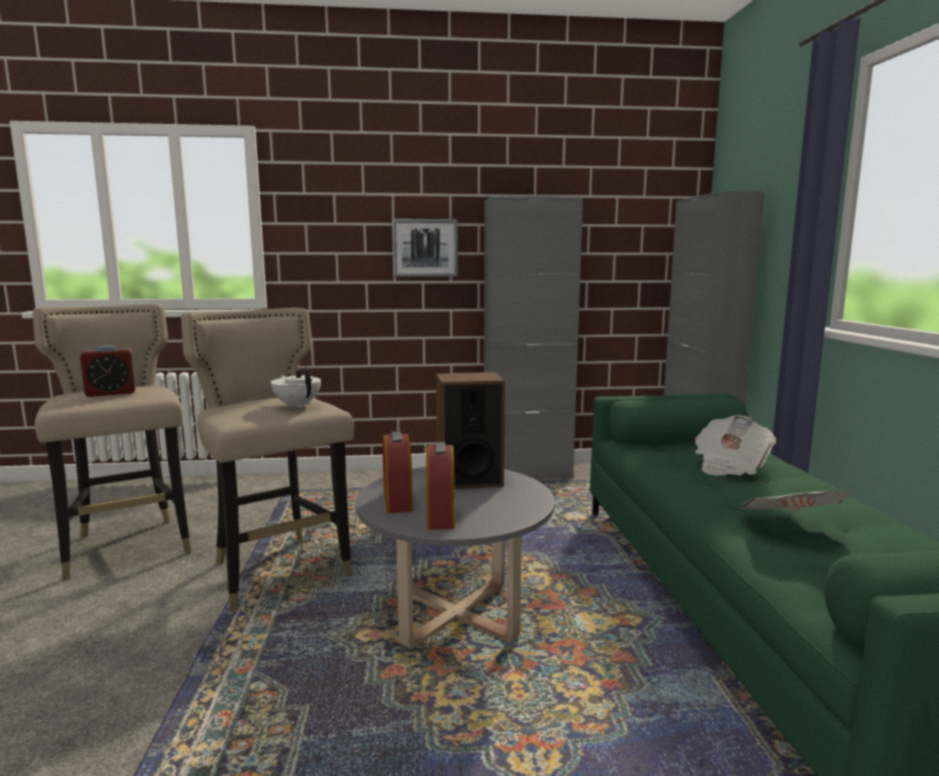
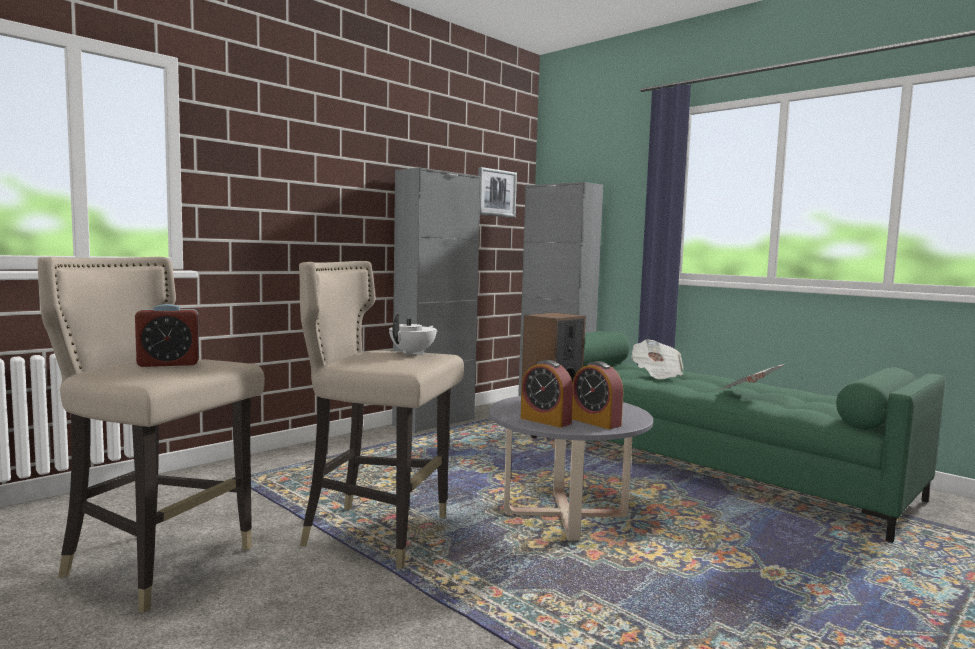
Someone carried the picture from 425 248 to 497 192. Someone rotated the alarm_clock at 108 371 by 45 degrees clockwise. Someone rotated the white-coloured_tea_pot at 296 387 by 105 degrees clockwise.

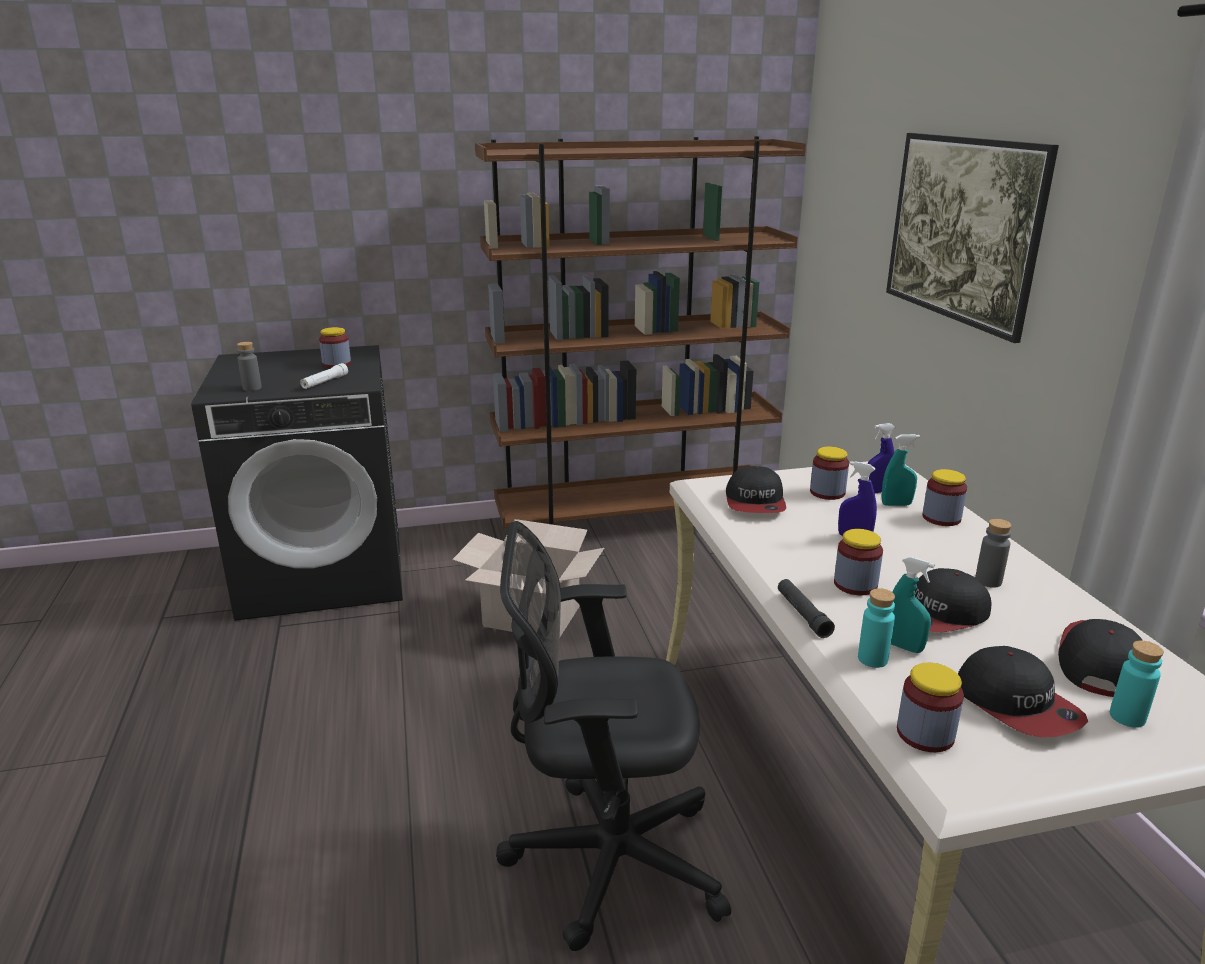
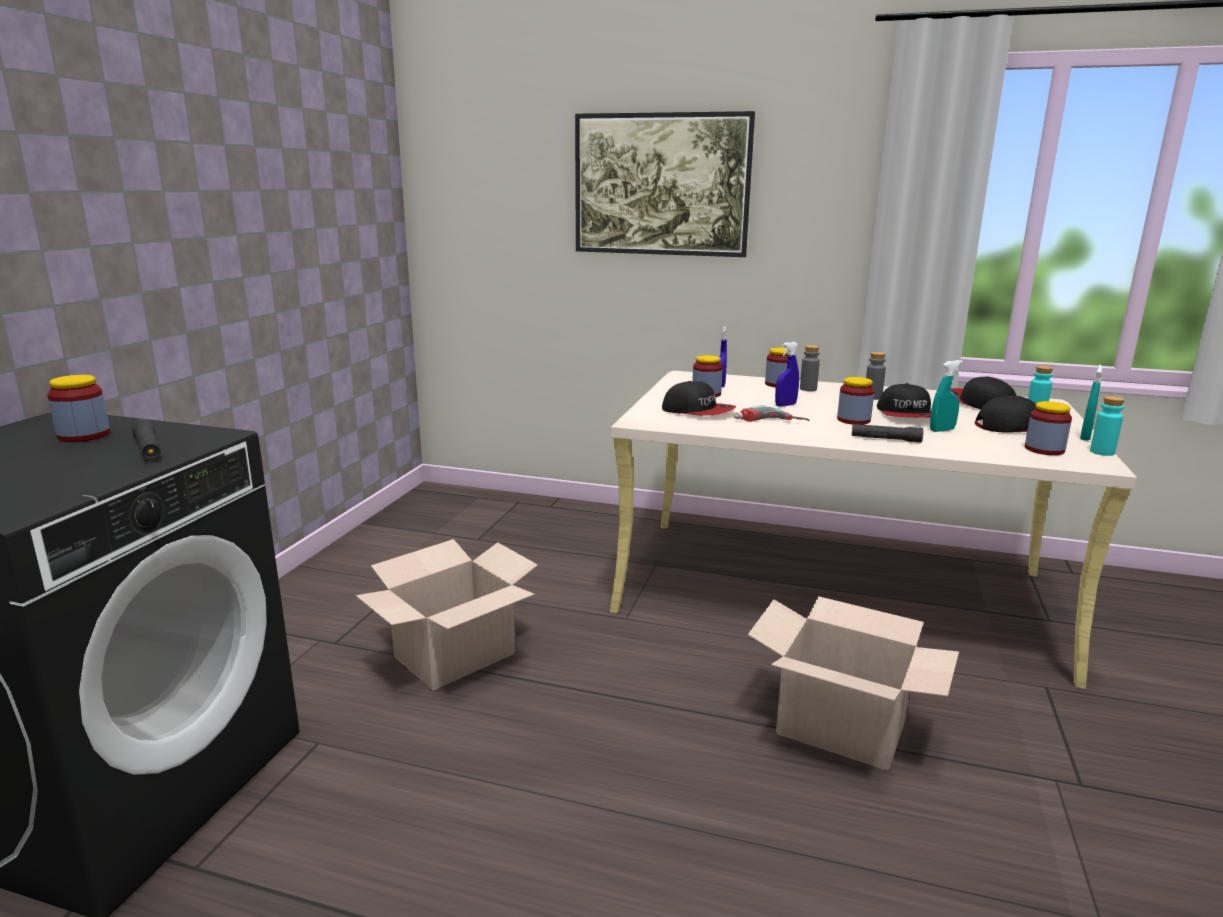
Someone took away the brown_bookshelf at 640 332. Someone carried the greyish_beverage_bottle from 249 366 to 810 368. Someone repainted the white-coloured_torch at 324 376, which became the black_torch at 146 439. Someone carried the blue-green_hand_sprayer from 901 470 to 1091 403. Someone swapped the black_computer_chair at 613 736 for the cardboard_box at 853 683. Someone carried the blue-green_beverage_bottle from 876 628 to 1107 426. Someone put down the electric_drill at 771 413.

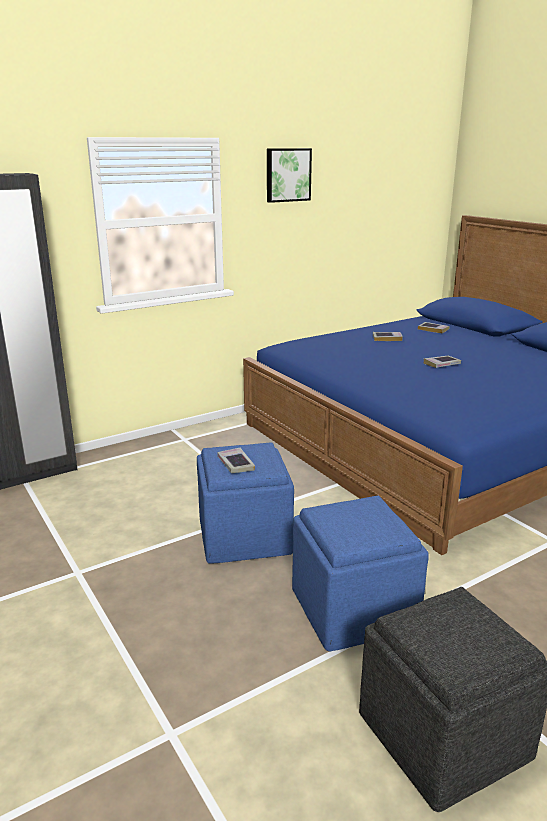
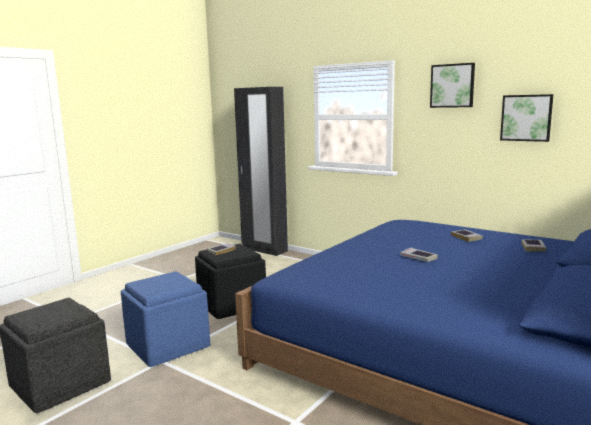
Someone repainted the blue_ottoman at 245 503, which became the black_ottoman at 230 281. Someone put up the picture at 527 118.

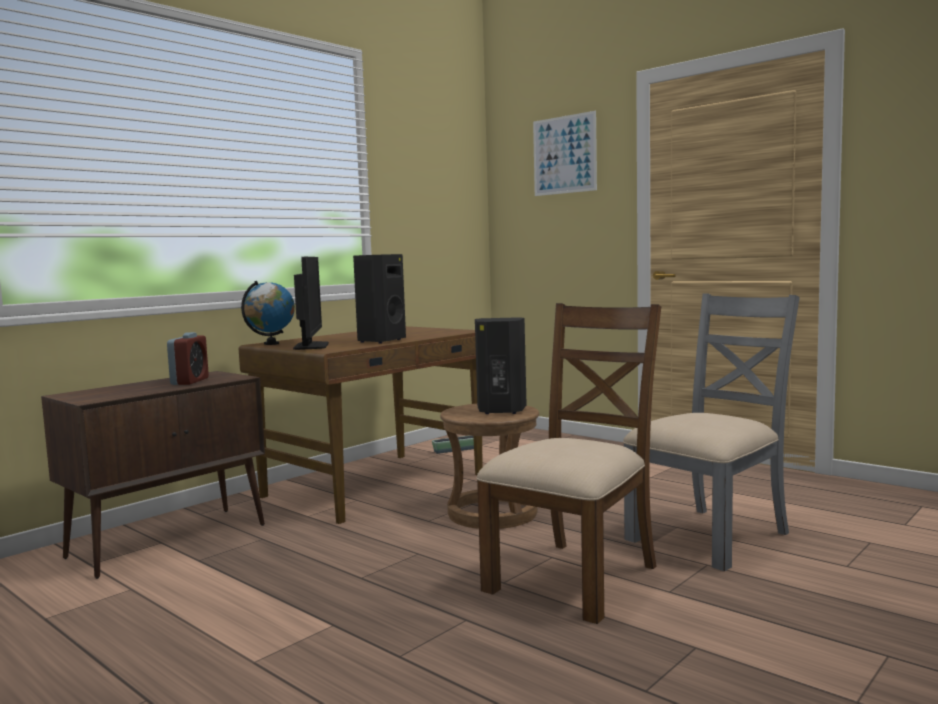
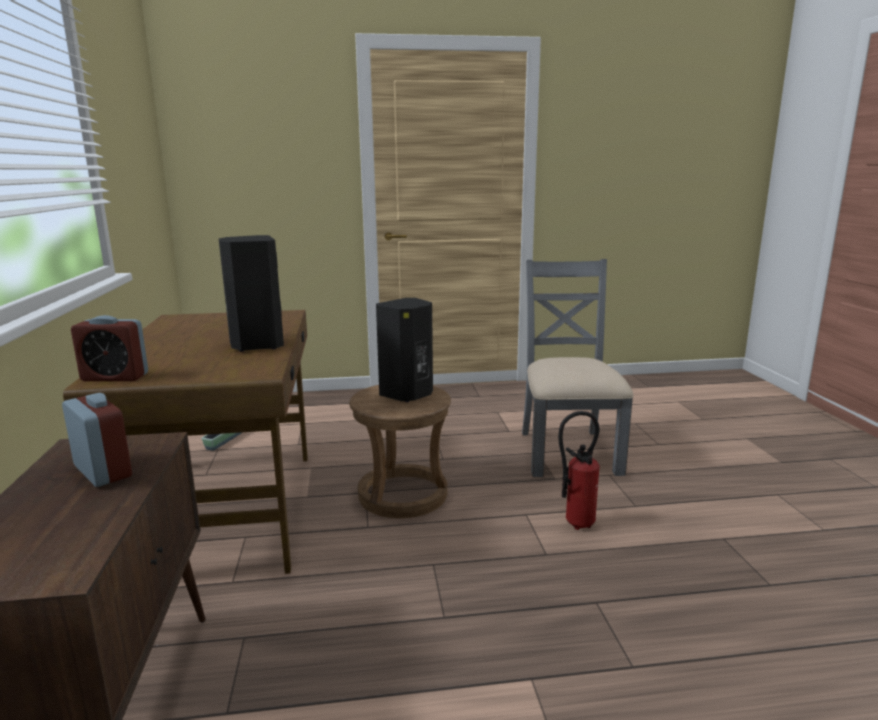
Someone took away the picture at 565 153. Someone took away the monitor at 311 303. Someone swapped the world_globe at 268 313 for the alarm_clock at 109 348. Someone swapped the brown_upright_chair at 569 463 for the extinguisher at 579 470.

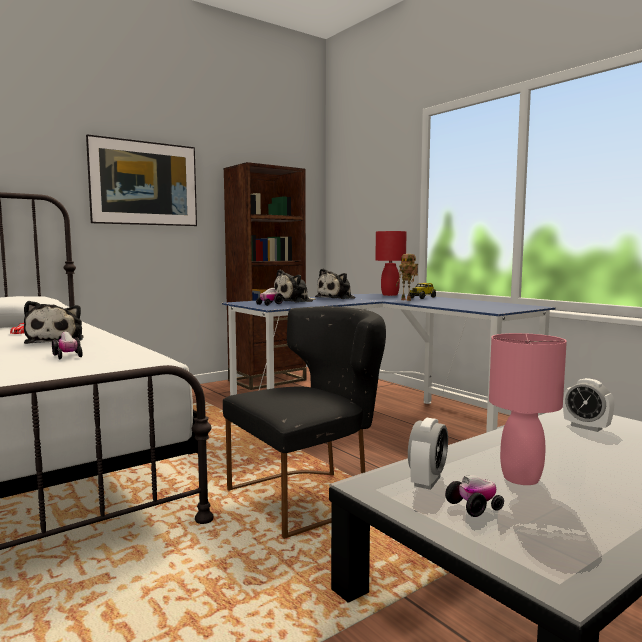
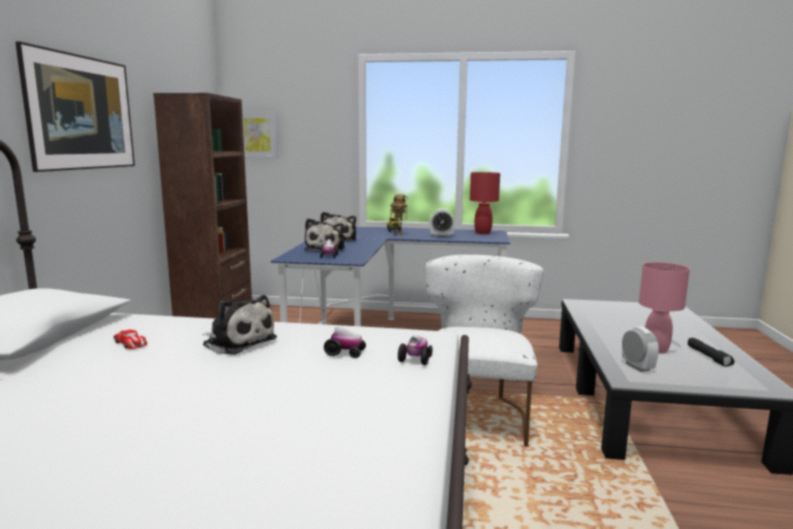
Someone carried the red_tabletop_lamp from 391 263 to 485 203. Someone repainted the black_upright_chair at 304 422, which became the white-coloured_upright_chair at 484 351. Someone carried the alarm_clock from 588 405 to 442 223. Someone carried the model_car from 474 496 to 415 350. Someone put up the picture at 260 134. Someone put down the black_torch at 711 352.

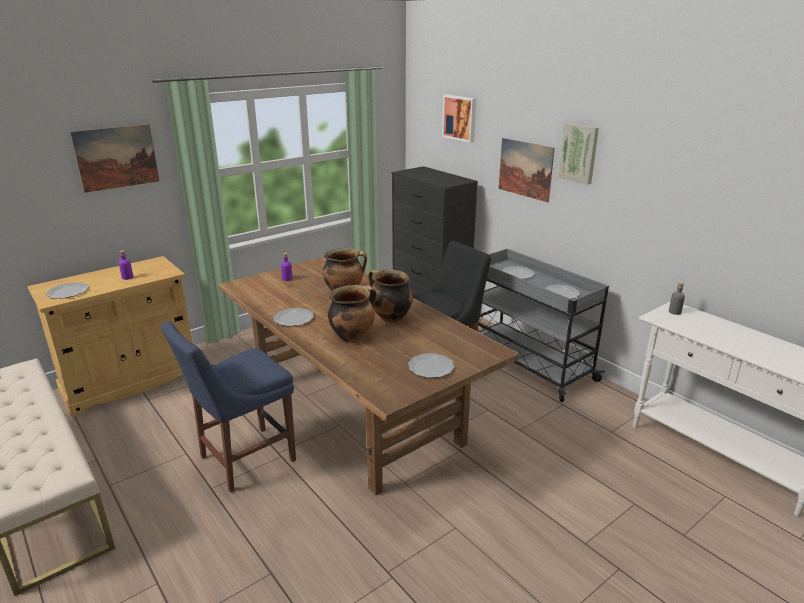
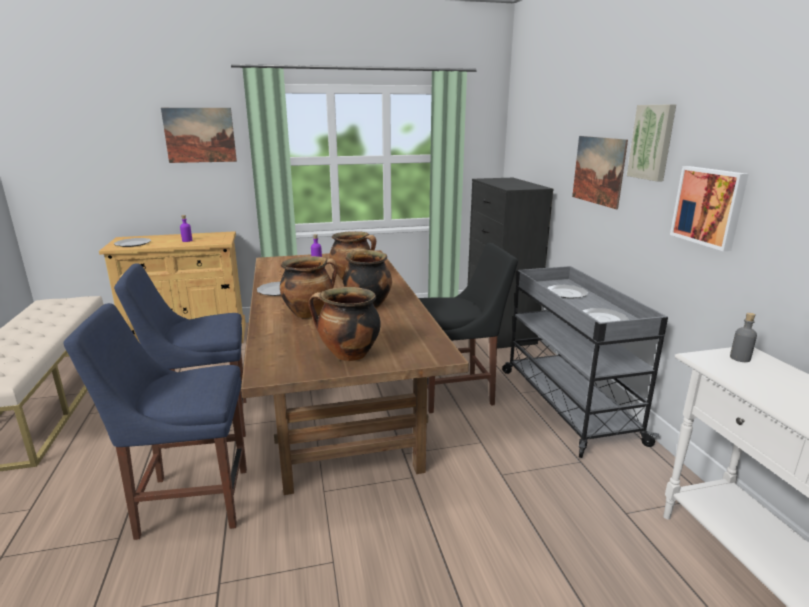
Someone carried the picture from 459 119 to 709 208. Someone swapped the dinner_plate at 431 365 for the cooking_pot at 344 324. Someone put down the blue_upright_chair at 155 421.

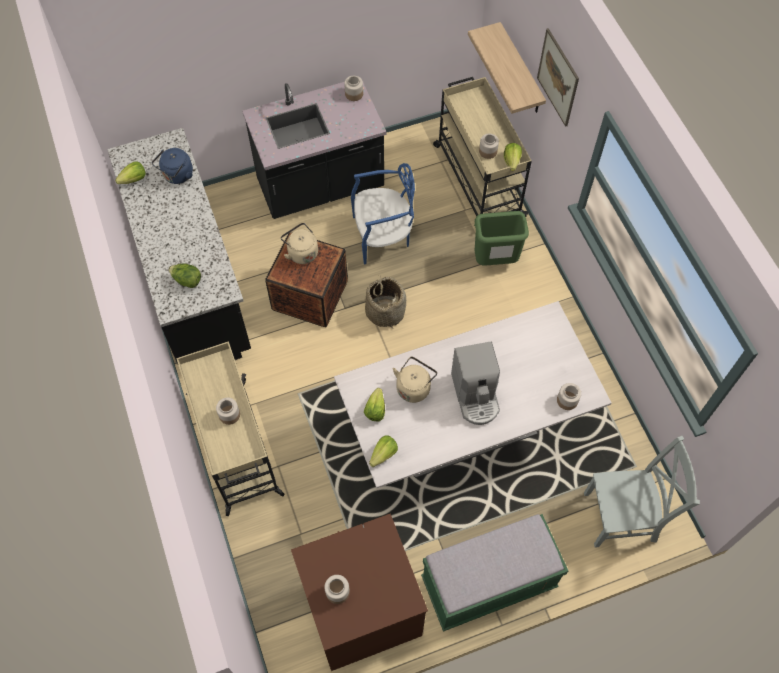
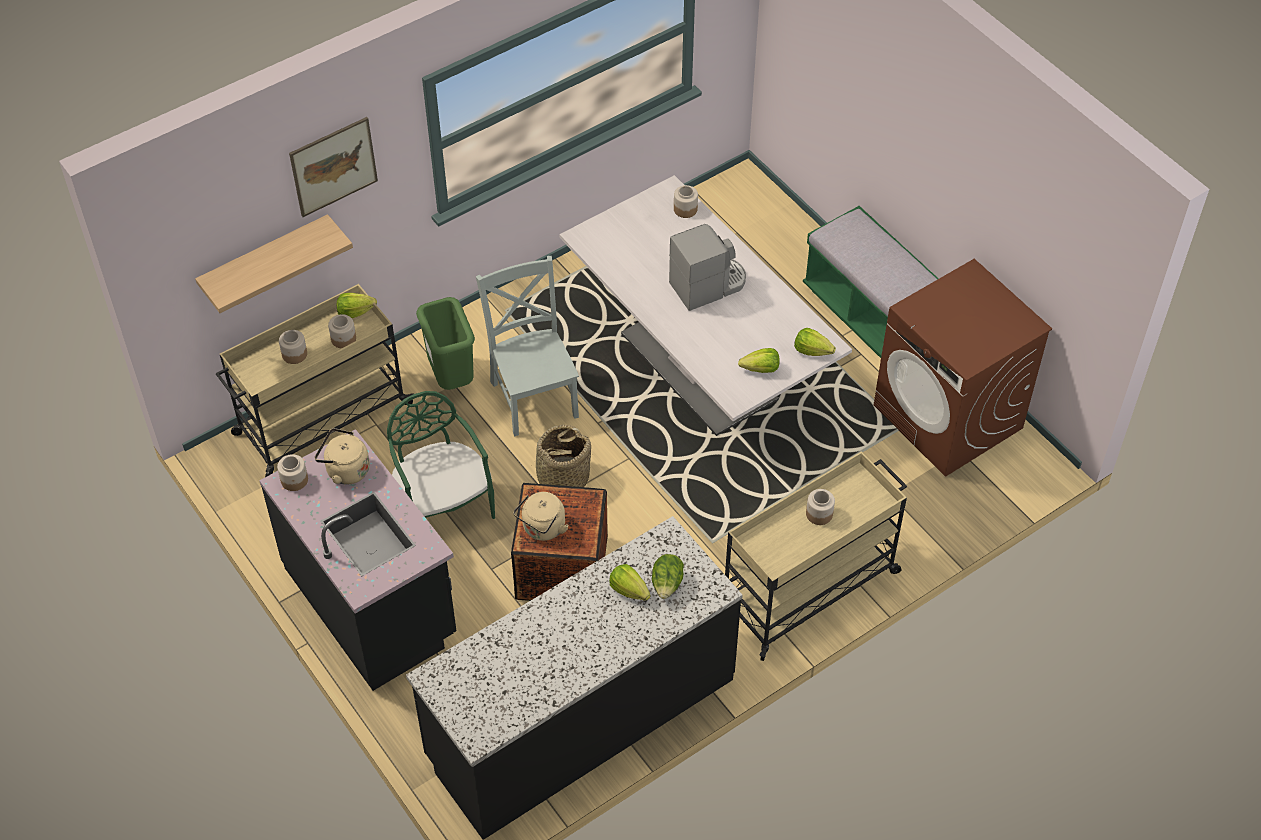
Someone took away the blue_tea_kettle at 172 166. Someone carried the lettuce_head from 130 172 to 630 582. Someone repainted the blue_upright_chair at 383 213, which became the green_upright_chair at 441 455. Someone carried the sand-coloured_tea_kettle from 415 380 to 342 456. Someone carried the greyish_upright_chair from 642 492 to 527 346. Someone carried the jar from 337 589 to 293 347.

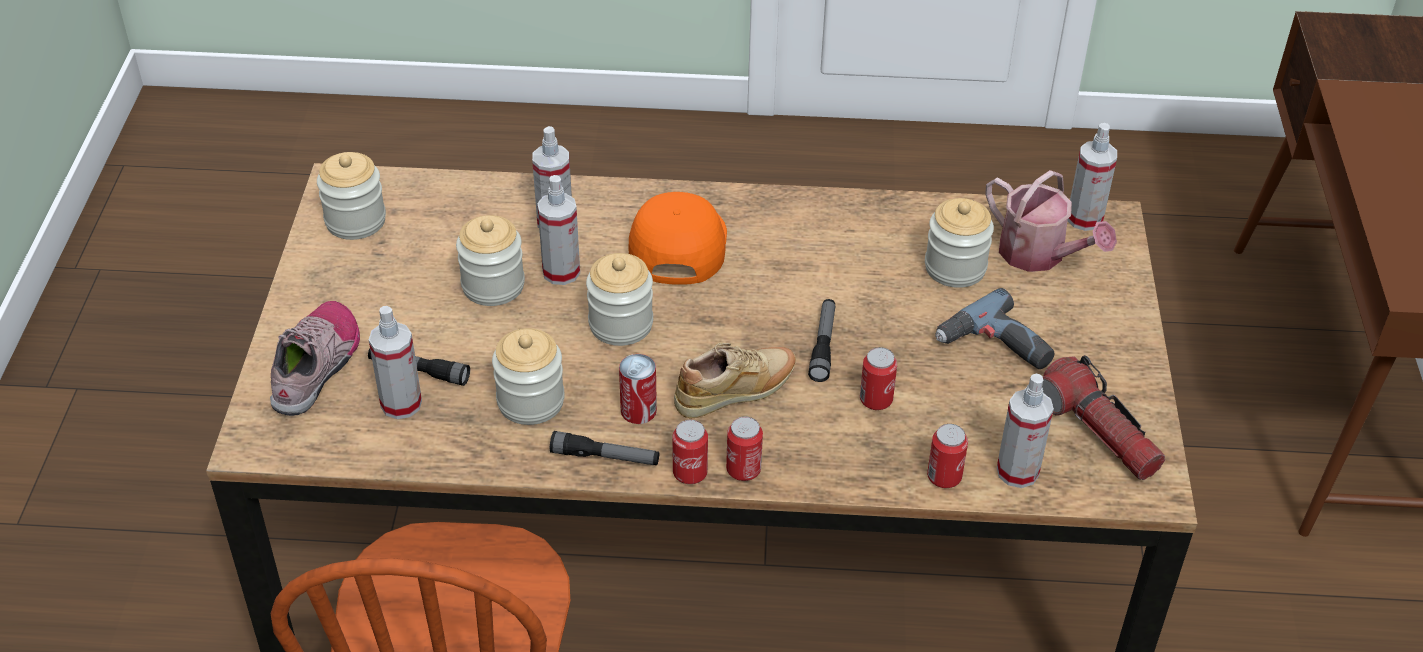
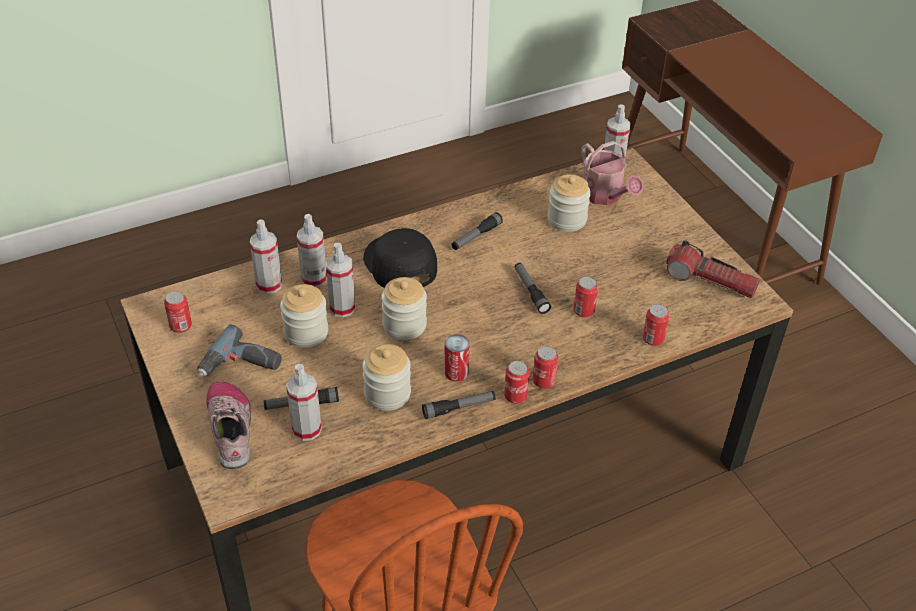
Someone swapped the jar at 351 196 for the metal_can at 178 312. Someone rotated the sprinkling_can at 1051 221 by 45 degrees clockwise. Someone repainted the orange-coloured_peaked_cap at 677 238, which became the black_peaked_cap at 400 258. Someone carried the electric_drill from 995 328 to 239 350. Someone took away the sand-coloured_item_of_footwear at 735 380. Someone carried the hand_sprayer from 1025 431 to 266 256. Someone put down the torch at 477 231.

